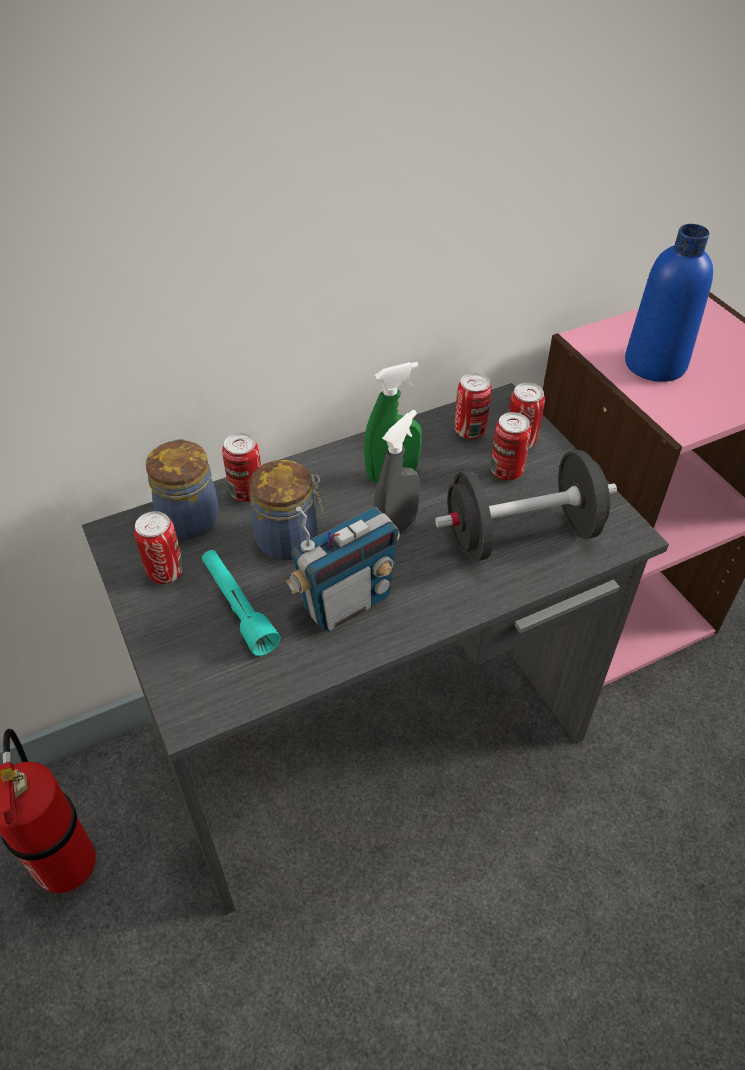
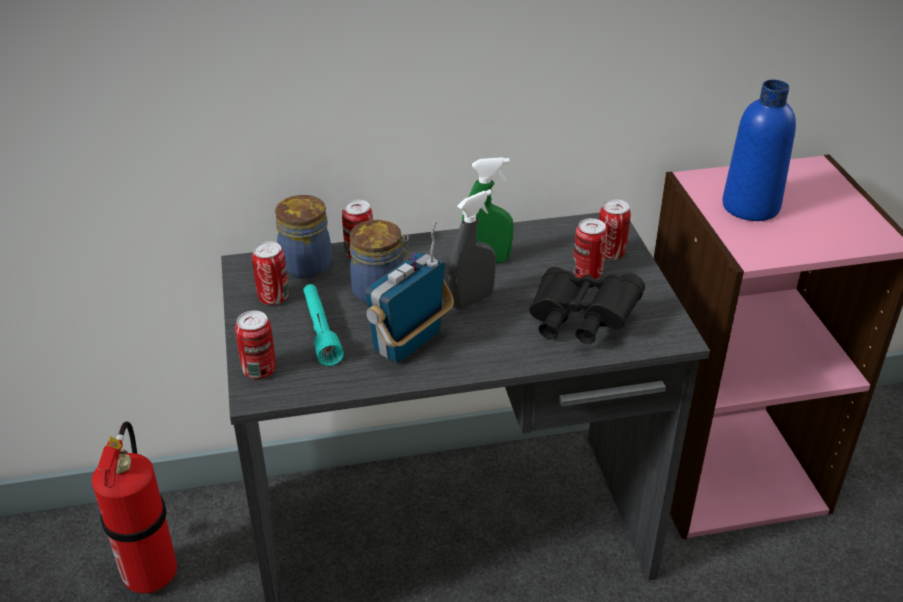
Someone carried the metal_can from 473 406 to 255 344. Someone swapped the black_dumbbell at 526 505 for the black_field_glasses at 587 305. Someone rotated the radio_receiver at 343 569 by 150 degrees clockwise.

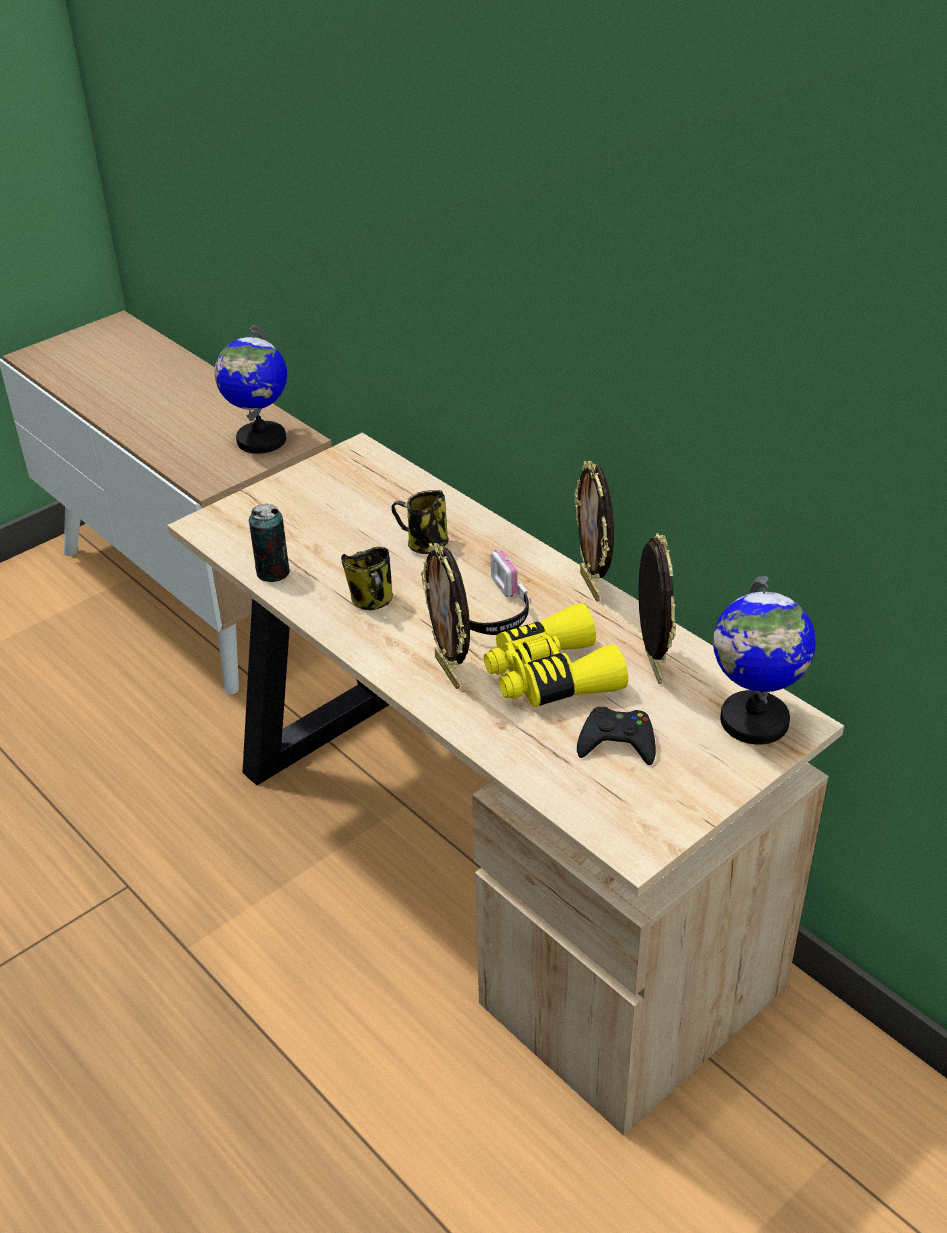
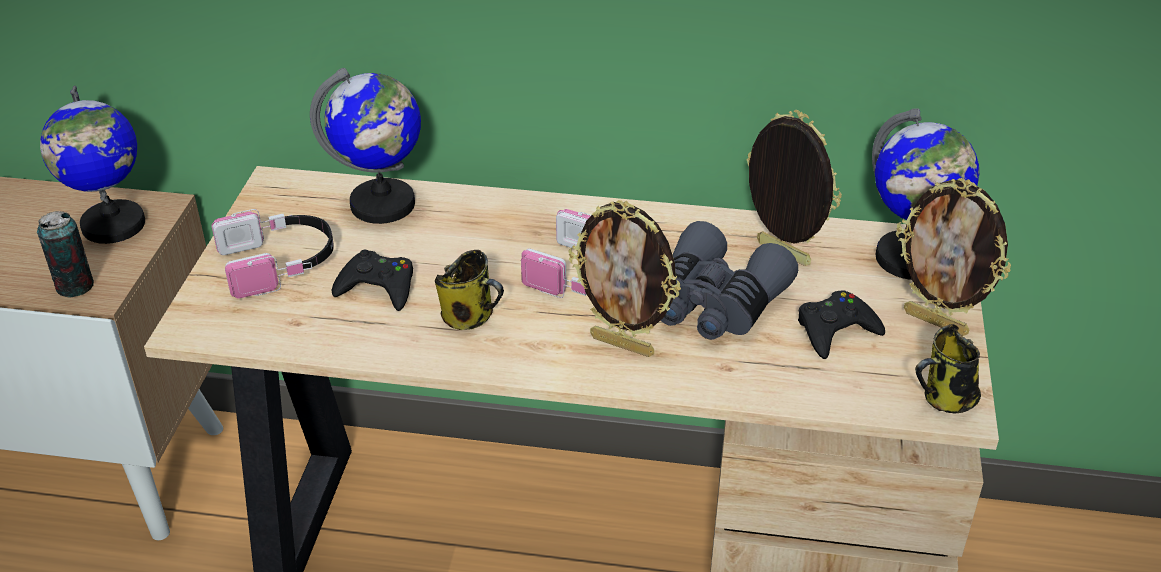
Someone carried the standing_frame from 594 531 to 953 257. Someone carried the mug from 420 522 to 948 369. Someone carried the metal_can from 269 543 to 65 254. Someone repainted the yellow_field_glasses at 556 655, which became the greyish_field_glasses at 729 280. Someone put down the world_globe at 365 145. Someone put down the headphones at 273 253. Someone put down the black_gamepad at 372 280.

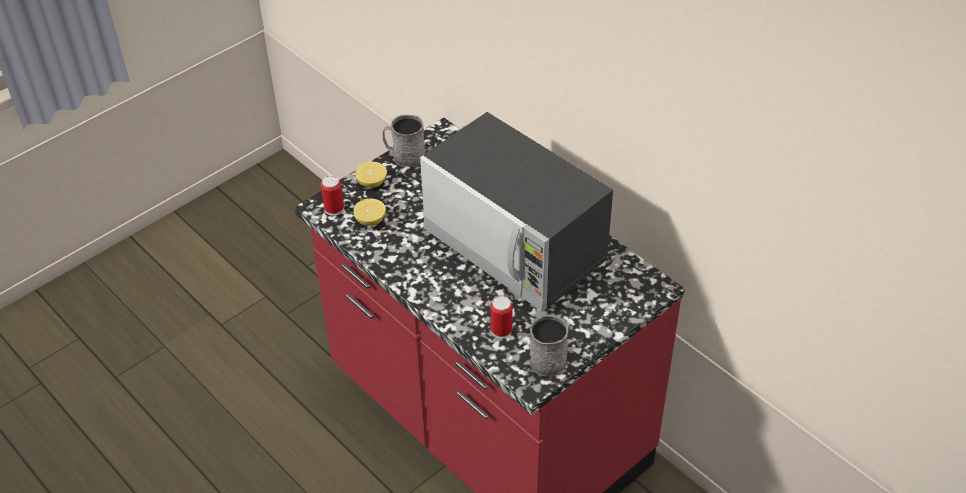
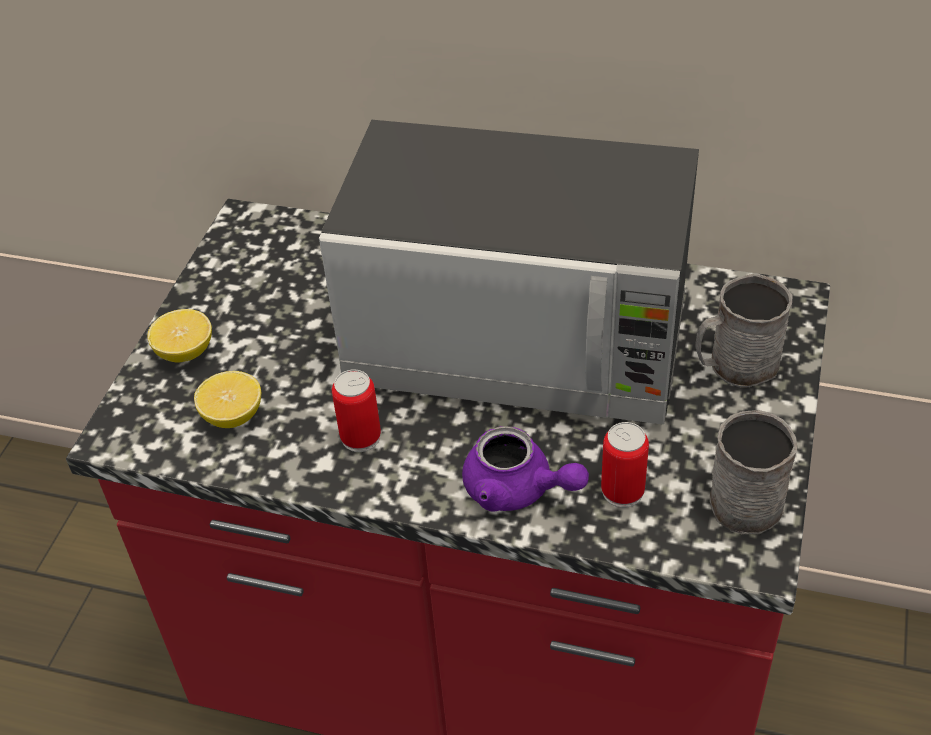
Someone carried the greyish_mug from 403 141 to 744 330. Someone carried the metal_can from 332 196 to 356 410. Someone put down the purple_tea_pot at 525 469.

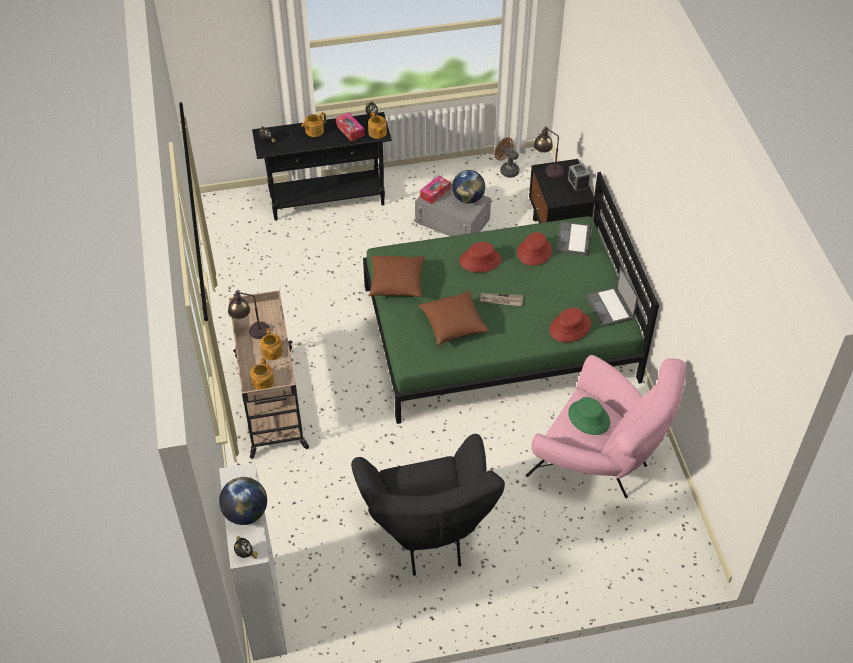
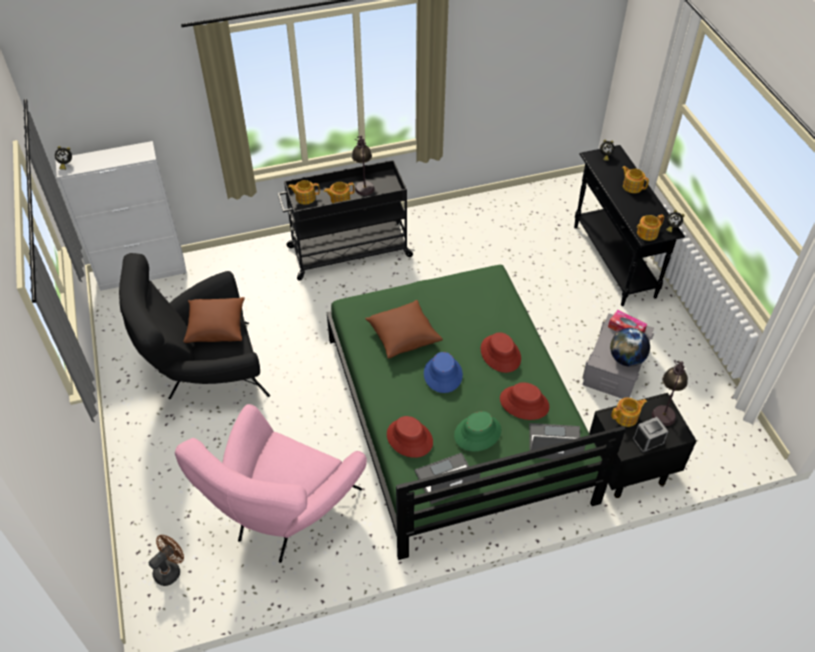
Someone took away the box_of_tissues at 350 127. Someone carried the brown_cooling_fan from 507 157 to 166 560. Someone carried the brown_cushion from 396 276 to 214 320. Someone repainted the sand-coloured_trolley at 269 374, which became the black_trolley at 346 220. Someone swapped the daily_paper at 501 299 for the blue_hat at 443 372. Someone carried the green_hat from 589 416 to 477 431. Someone took away the world_globe at 243 501. Someone put down the tea_pot at 629 412.

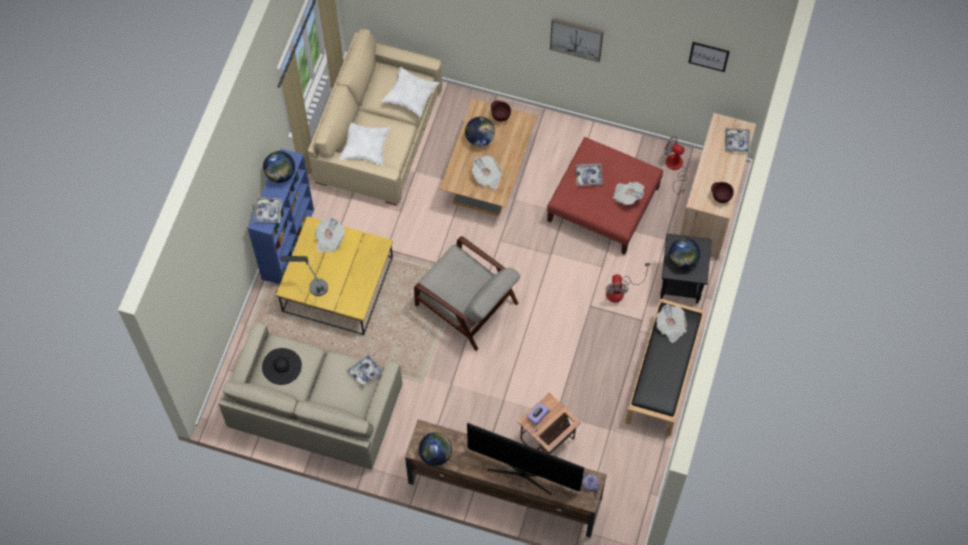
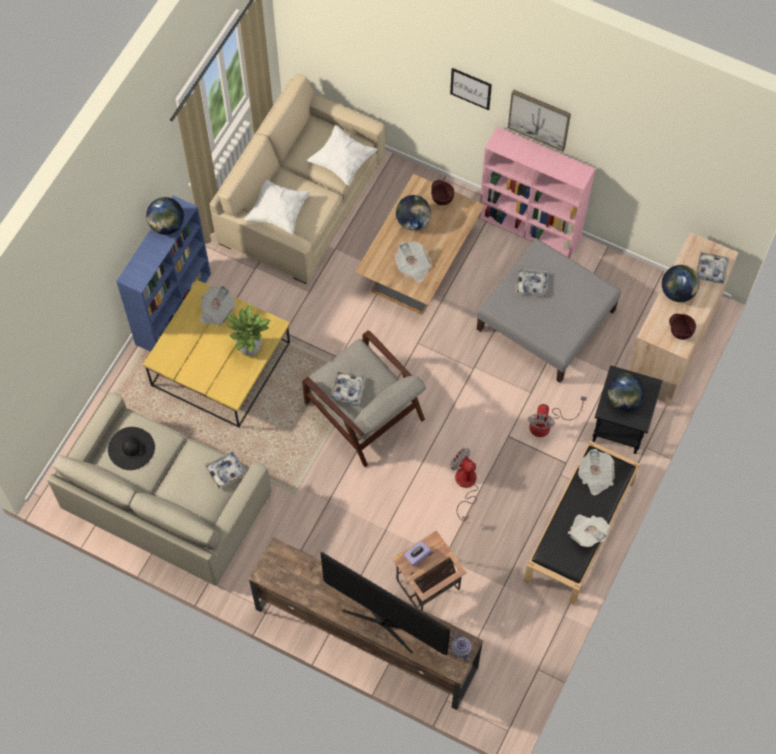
Someone carried the picture from 709 57 to 471 89. Someone carried the cooling_fan from 675 165 to 464 485. Someone repainted the red_ottoman at 605 196, which became the greyish_ottoman at 549 310. Someone carried the daily_paper from 628 193 to 589 531. Someone carried the serving_tray from 268 210 to 348 387. Someone took away the tabletop_lamp at 304 276. Someone carried the world_globe from 435 449 to 681 283. Someone put down the pink-coloured_bookshelf at 536 192. Someone put down the potted_plant at 247 330.

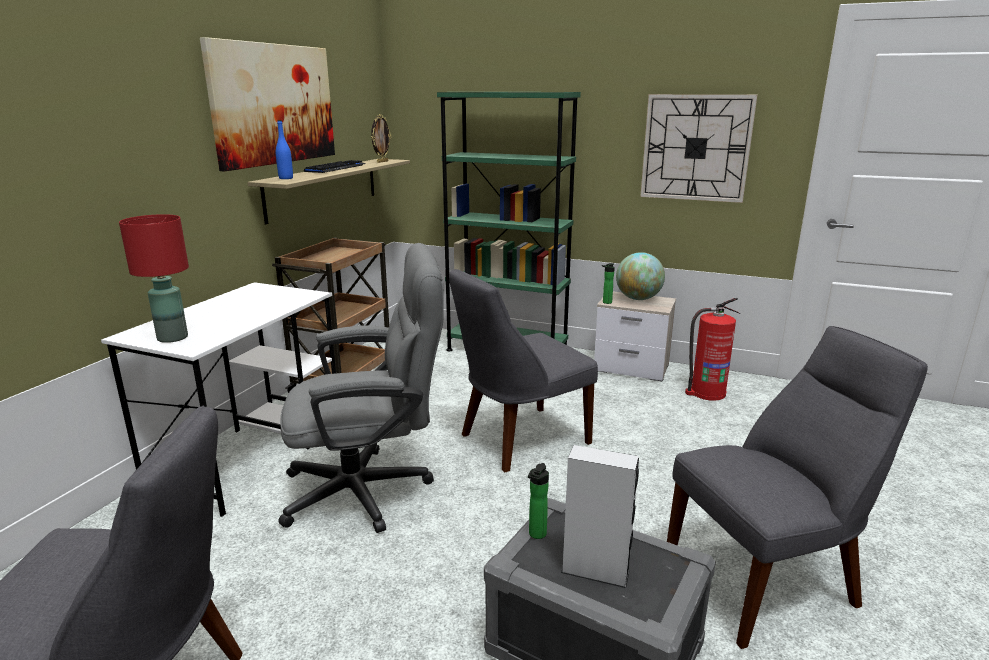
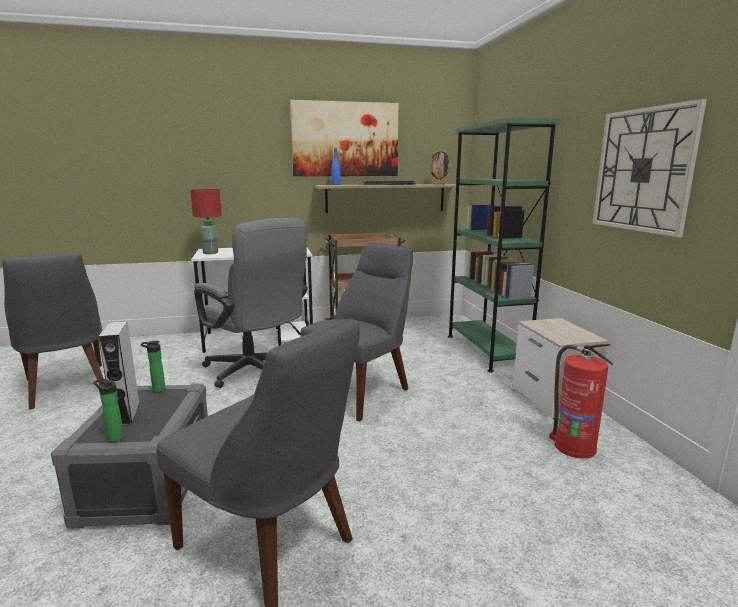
Someone took away the world_globe at 640 276. Someone carried the beverage_bottle from 608 283 to 108 410. Someone rotated the greyish_upright_chair at 523 370 by 105 degrees clockwise.

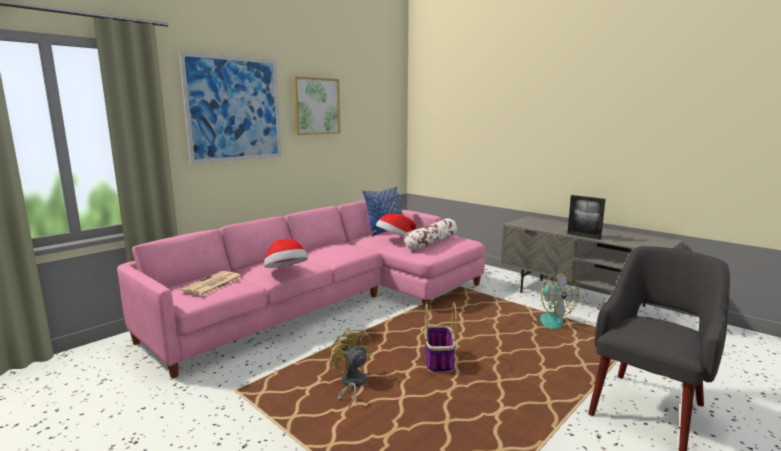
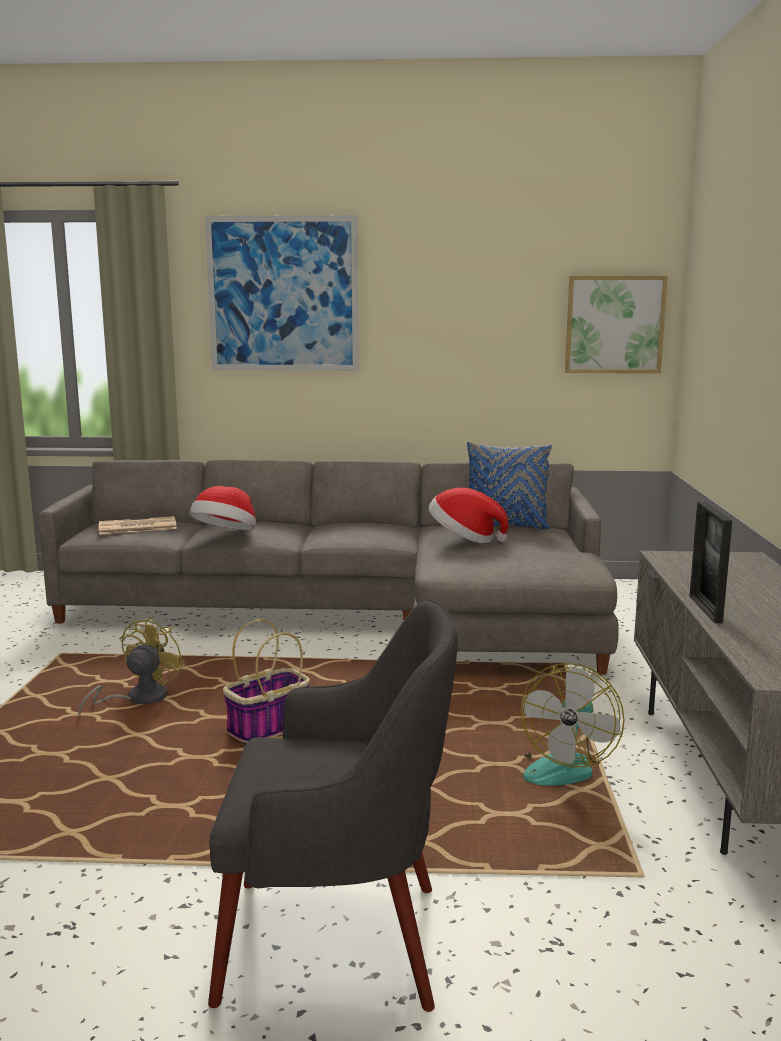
Someone carried the picture from 316 105 to 616 324. Someone repainted the pink-coloured_couch at 301 289, which became the greyish_couch at 328 567. Someone took away the cushion at 431 234.

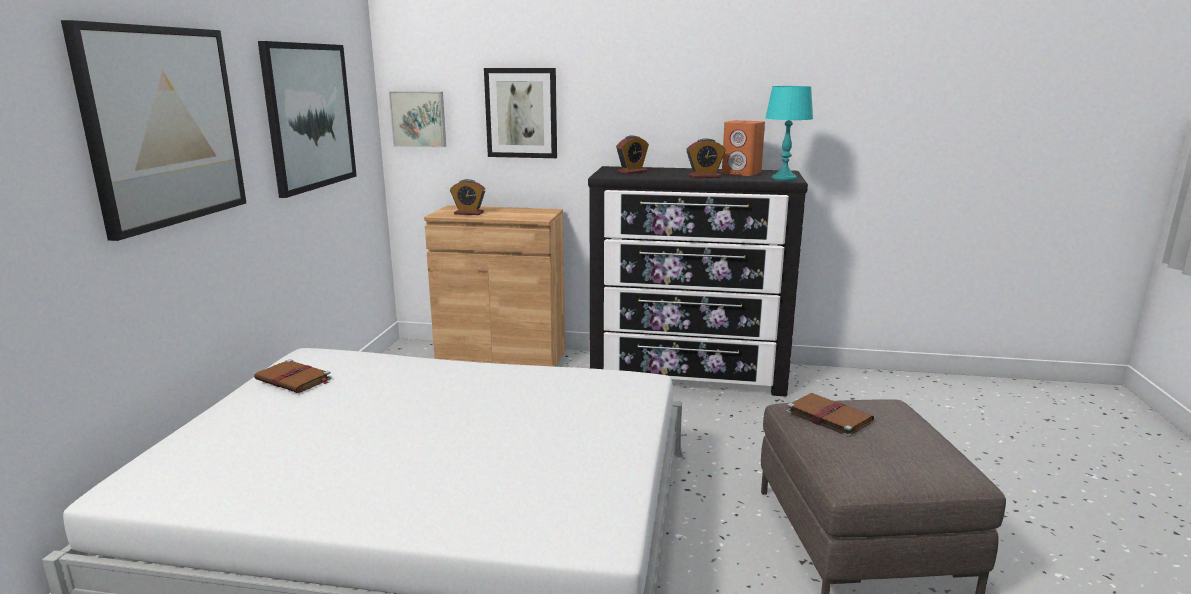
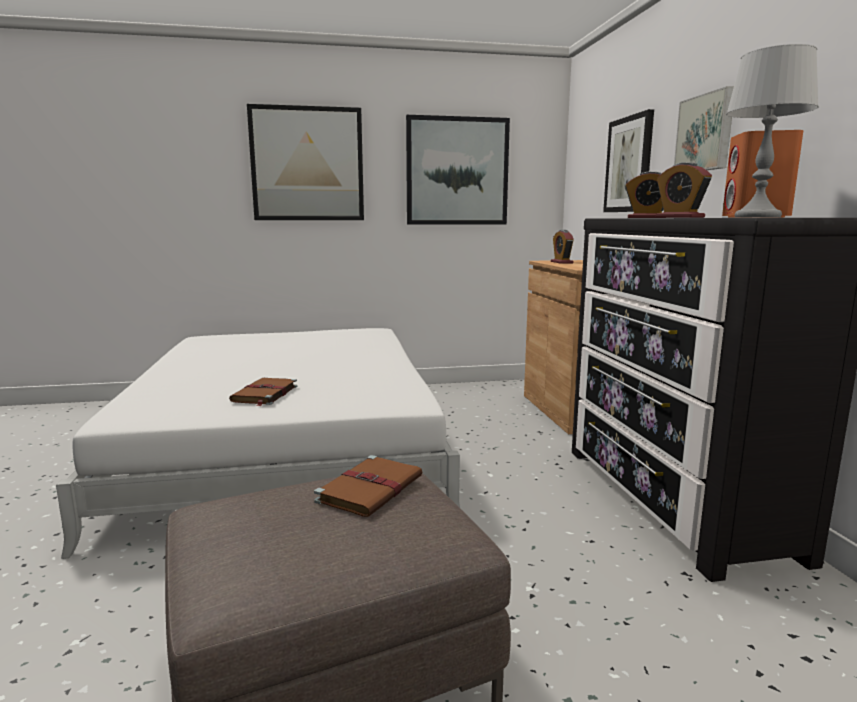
Someone repainted the blue-green_tabletop_lamp at 789 133, which became the greyish_tabletop_lamp at 772 130. Someone carried the picture from 417 119 to 704 128. Someone carried the brown_volume from 293 376 to 263 392.

